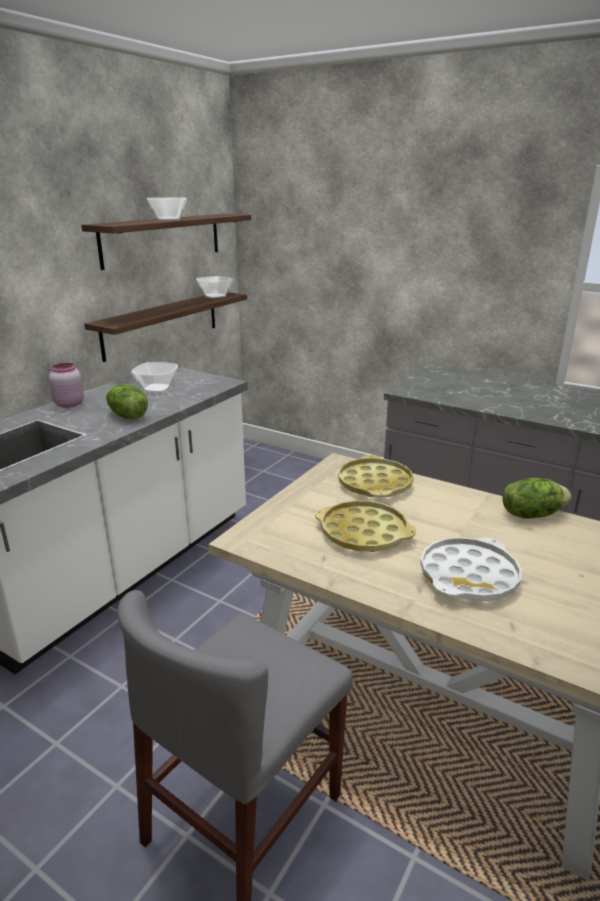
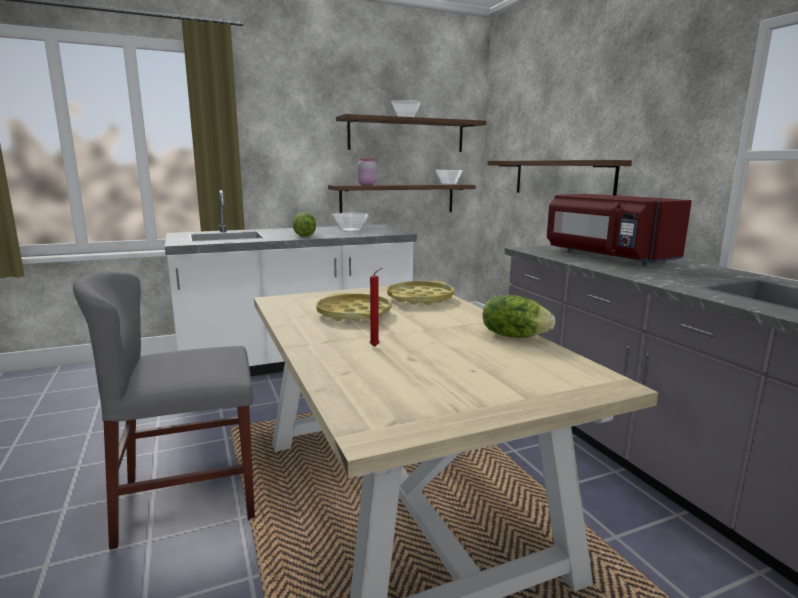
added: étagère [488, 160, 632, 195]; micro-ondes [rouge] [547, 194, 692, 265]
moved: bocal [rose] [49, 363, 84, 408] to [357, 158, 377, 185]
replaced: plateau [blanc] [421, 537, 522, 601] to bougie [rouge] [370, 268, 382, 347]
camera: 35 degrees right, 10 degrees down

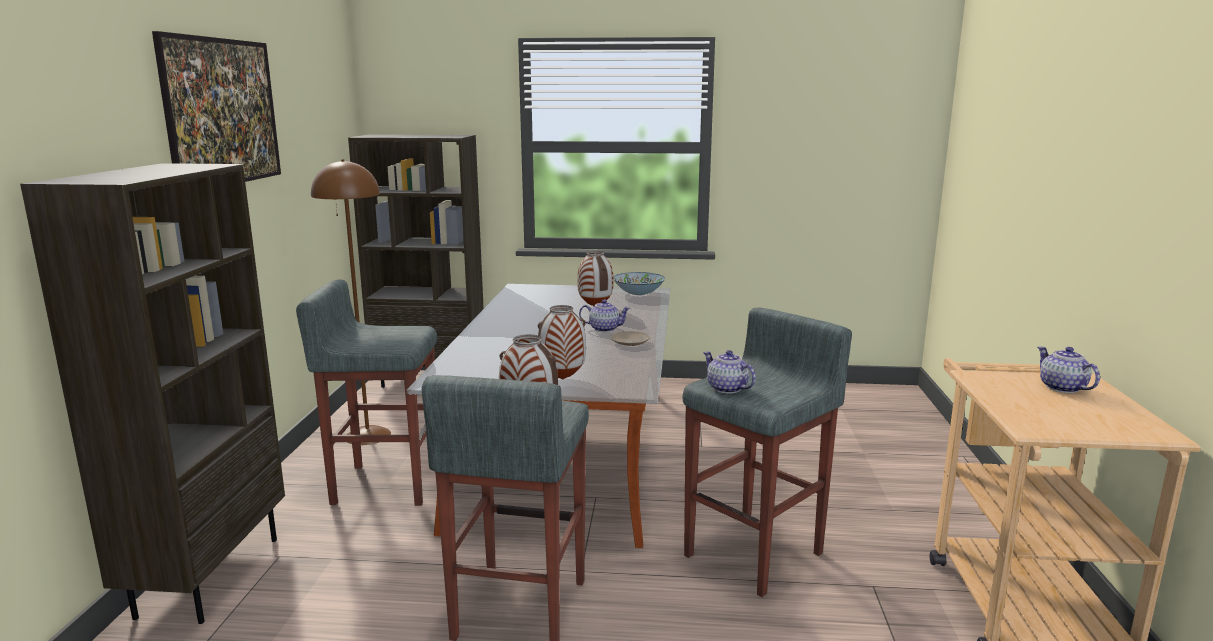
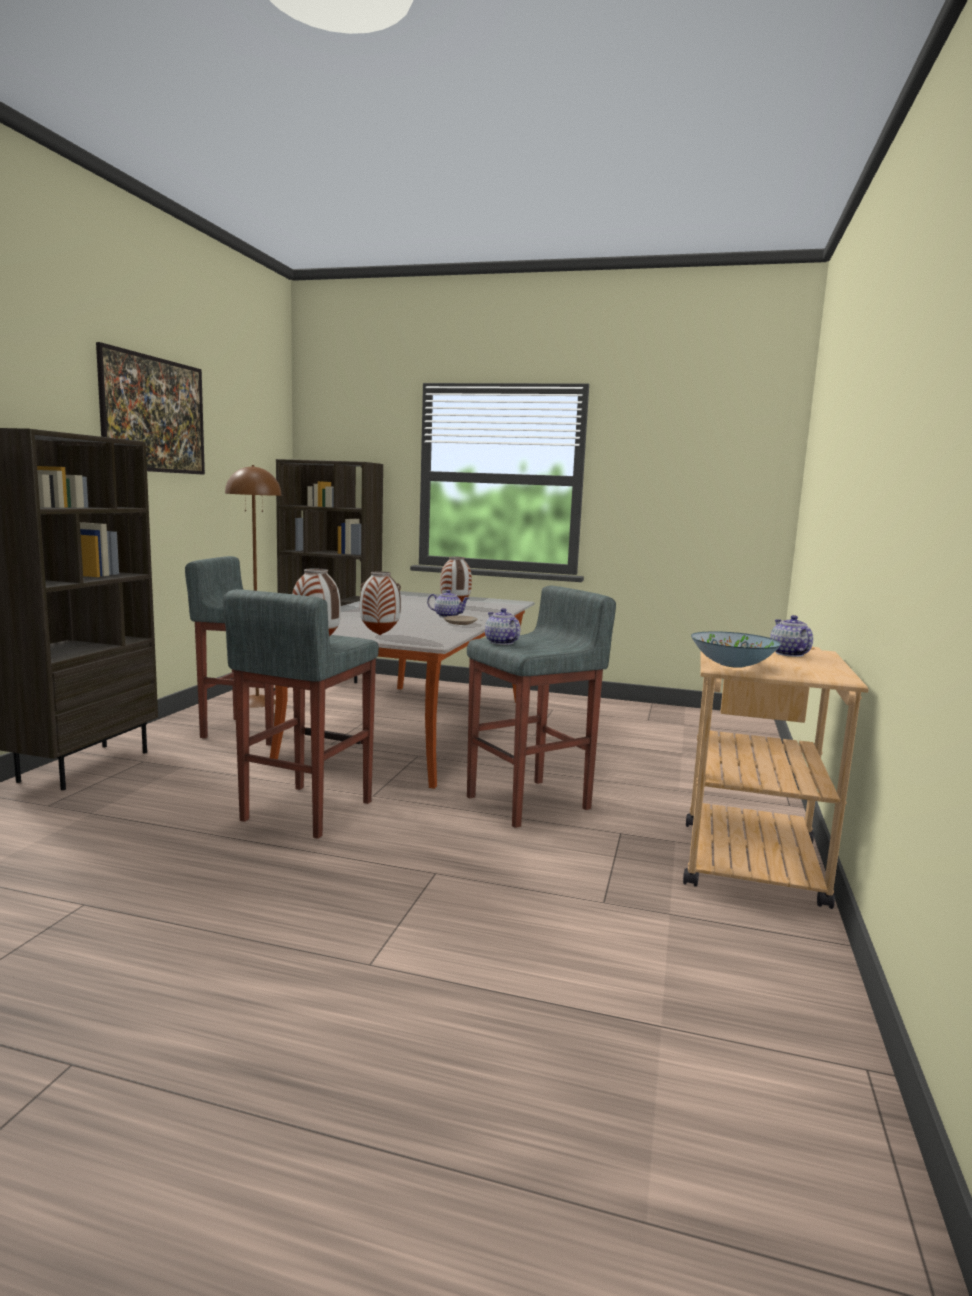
moved: bol [613, 272, 665, 295] to [691, 631, 782, 668]
camera: 10 degrees right, 5 degrees down

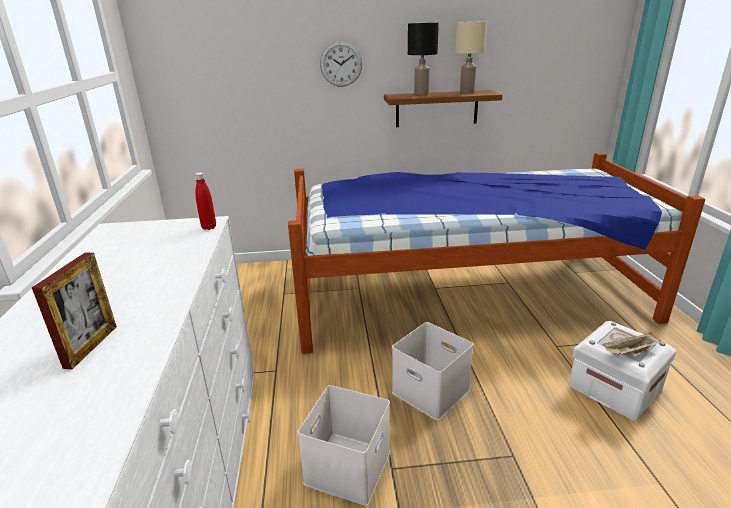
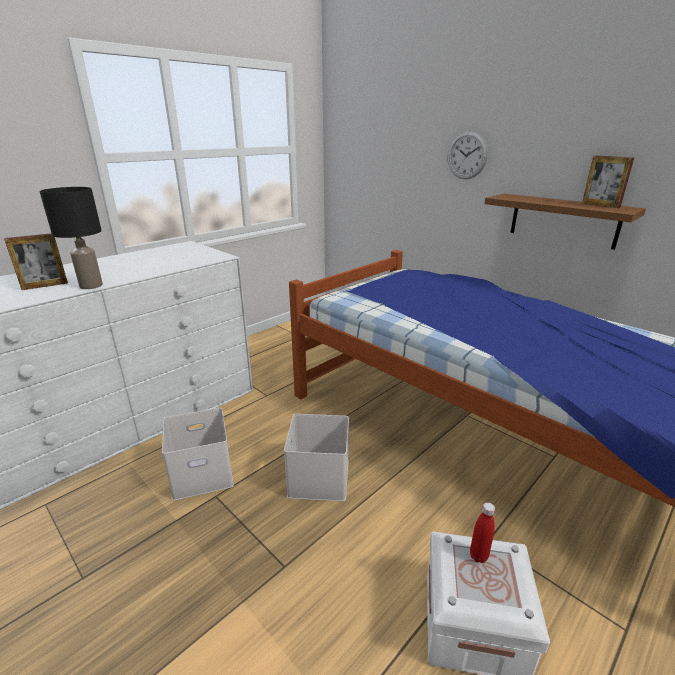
removed: plateau [beige] [602, 332, 661, 355]
moved: bouteille [rouge] [194, 172, 216, 230] to [470, 502, 495, 563]; lampe de table [noir] [408, 23, 439, 95] to [39, 187, 103, 289]
replaced: lampe de table [beige] [455, 21, 487, 93] to cadre photo [582, 156, 634, 208]
camera: 50 degrees right, 0 degrees up

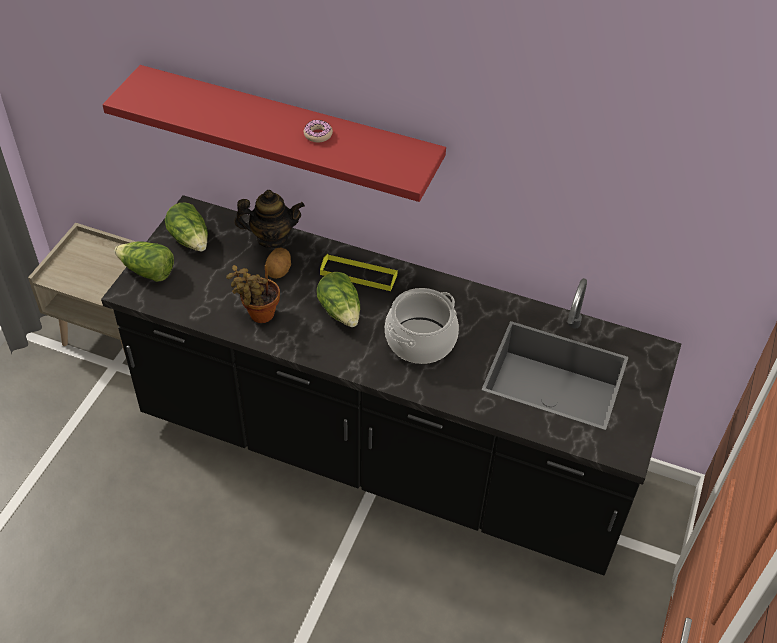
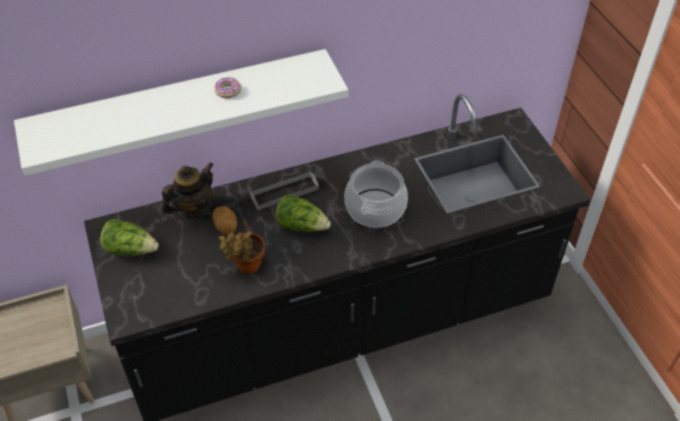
removed: laitue [115, 241, 174, 282]
recoloured: étagère [rouge] [103, 65, 446, 202] to étagère [blanc] [14, 49, 348, 176]; plateau [jaune] [320, 254, 398, 291] to plateau [gris] [250, 172, 319, 210]
camera: 40 degrees left, 0 degrees up

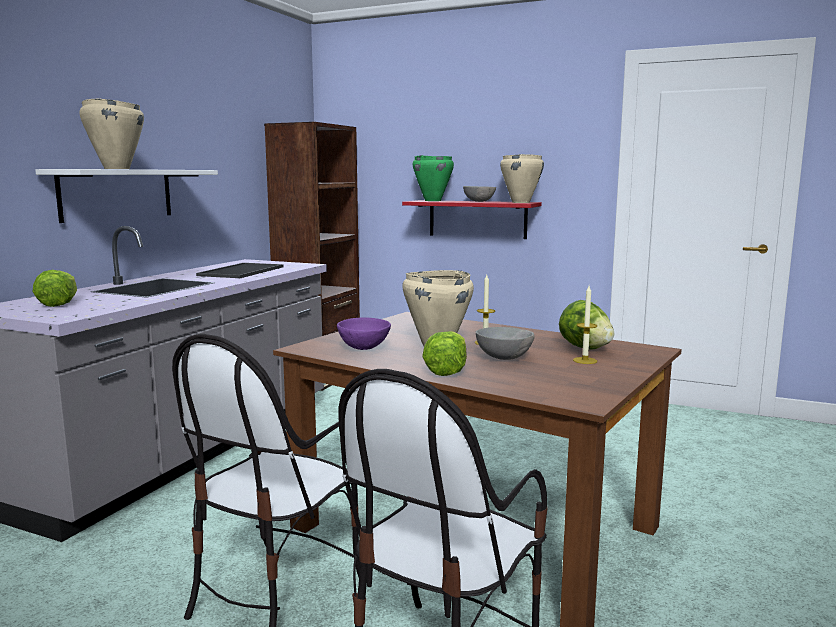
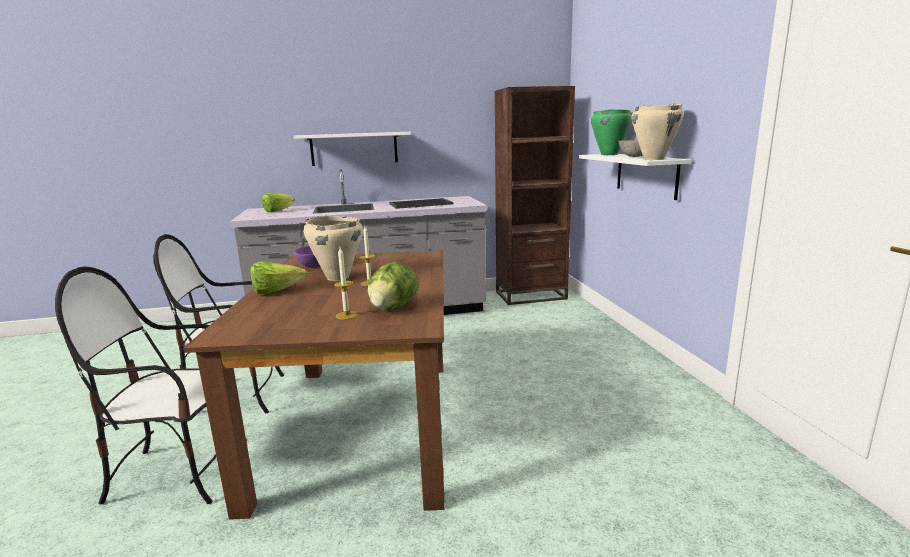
removed: marmite [beige] [79, 98, 144, 169]; bol [gris] [476, 327, 534, 360]
recoloured: étagère [rouge] [402, 200, 542, 239] to étagère [blanc] [579, 154, 691, 200]
camera: 55 degrees right, 5 degrees up

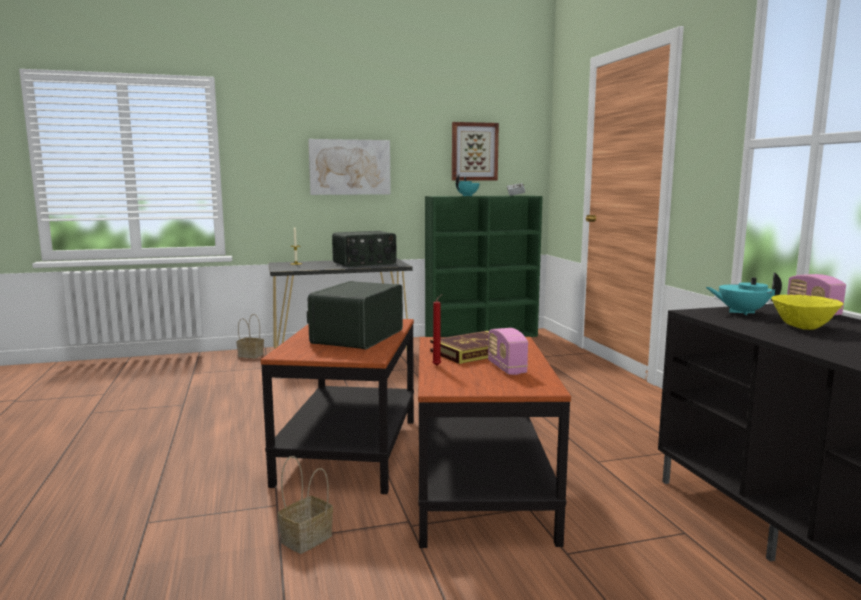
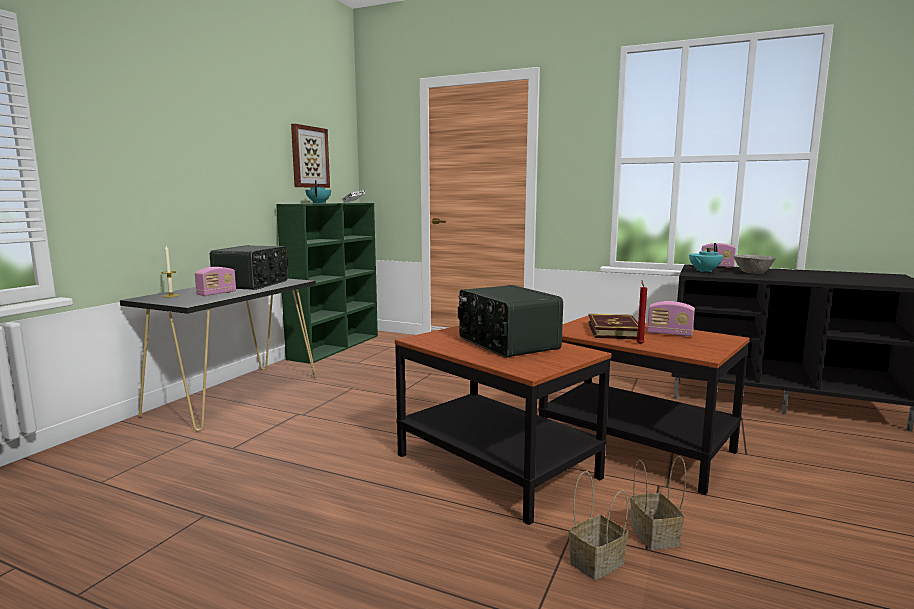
removed: tableau [308, 139, 391, 195]
added: radio [195, 267, 236, 297]
moved: panier [236, 314, 264, 359] to [568, 471, 628, 580]
recoloured: bol [jaune] [772, 295, 843, 330] to bol [gris] [734, 255, 776, 274]
camera: 50 degrees left, 0 degrees up

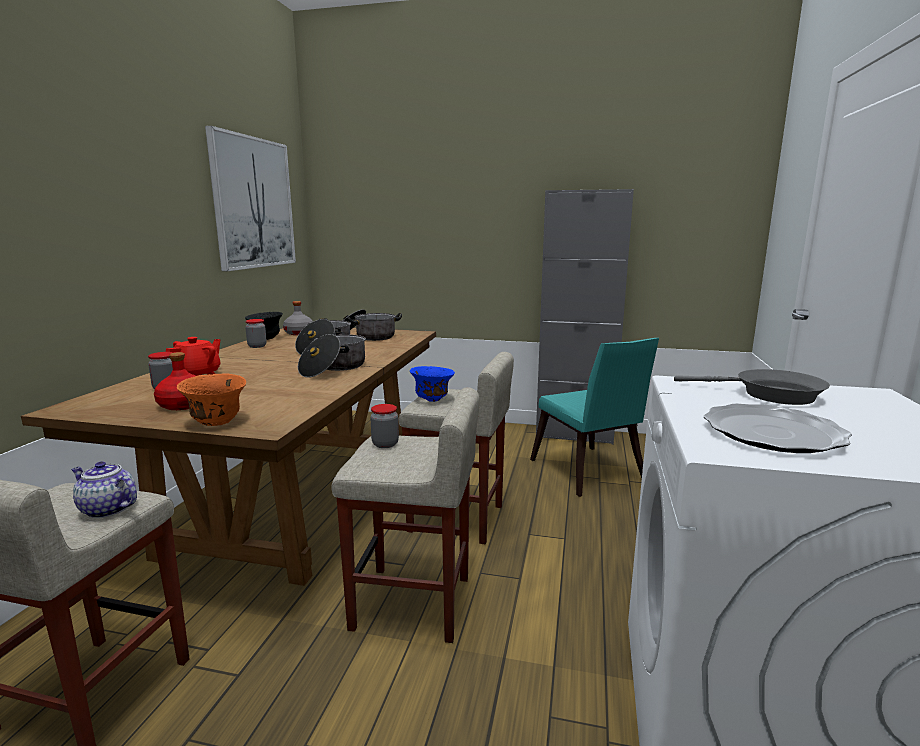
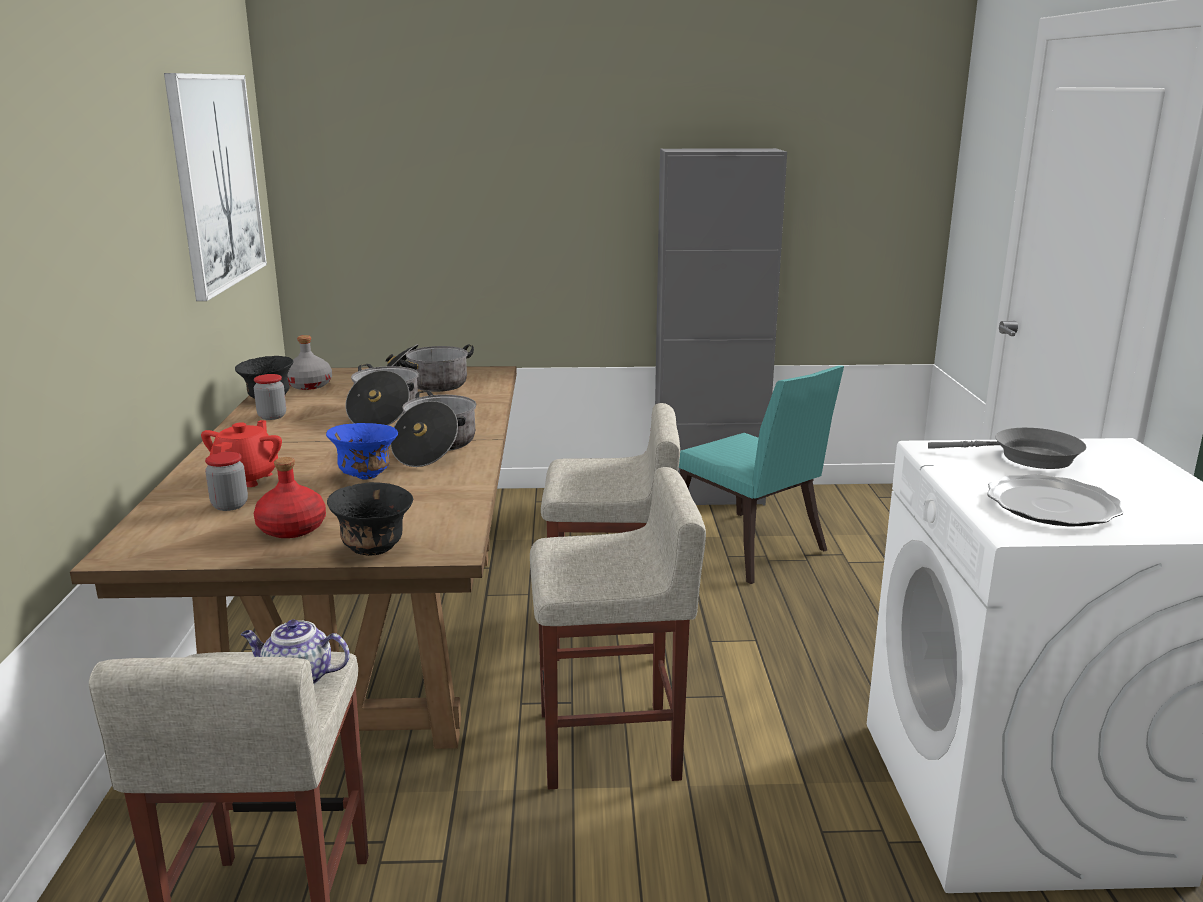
removed: bocal [370, 404, 399, 448]
moved: bol [bleu] [410, 366, 455, 402] to [326, 423, 398, 479]
recoloured: bol [orange] [177, 373, 246, 426] to bol [noir] [327, 482, 413, 556]
camera: 15 degrees left, 5 degrees up

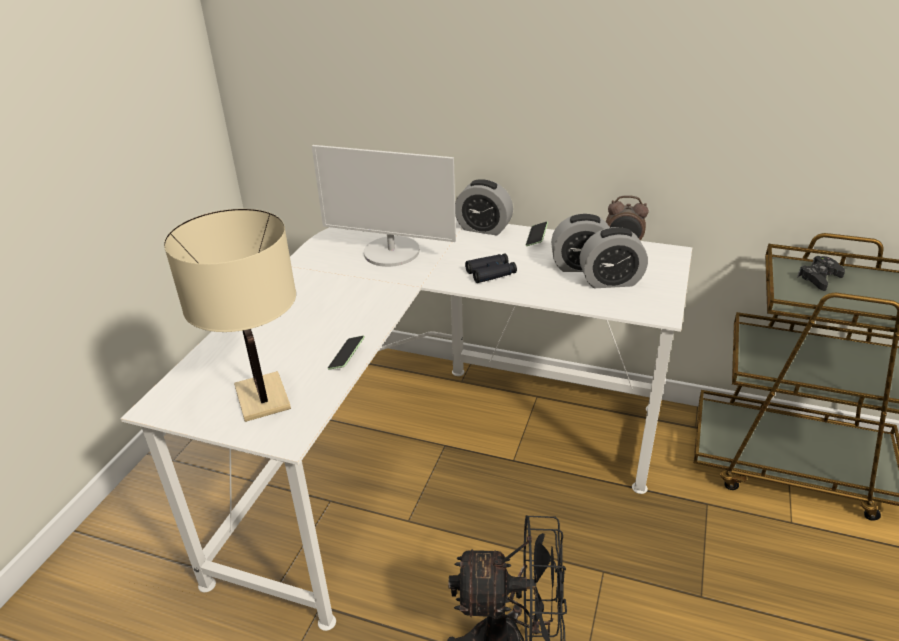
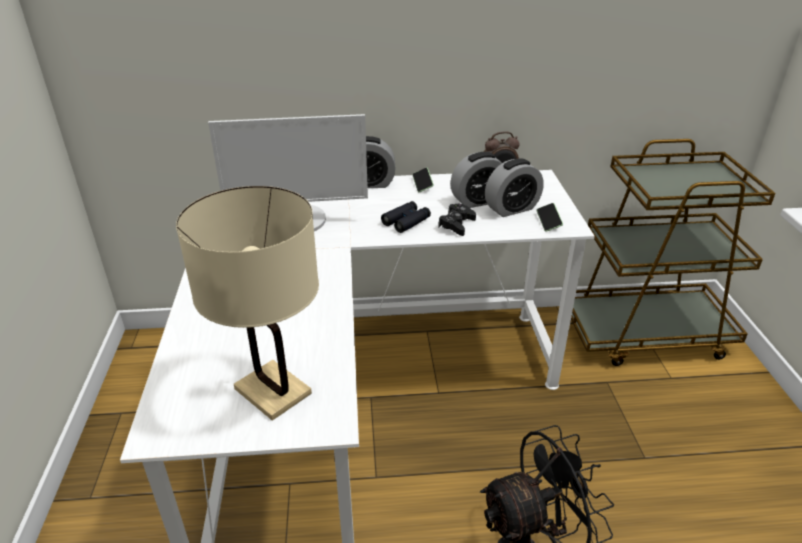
moved: téléphone [328, 336, 365, 370] to [537, 203, 563, 232]; manette [noir] [797, 256, 845, 291] to [438, 204, 476, 236]
camera: 25 degrees left, 0 degrees up

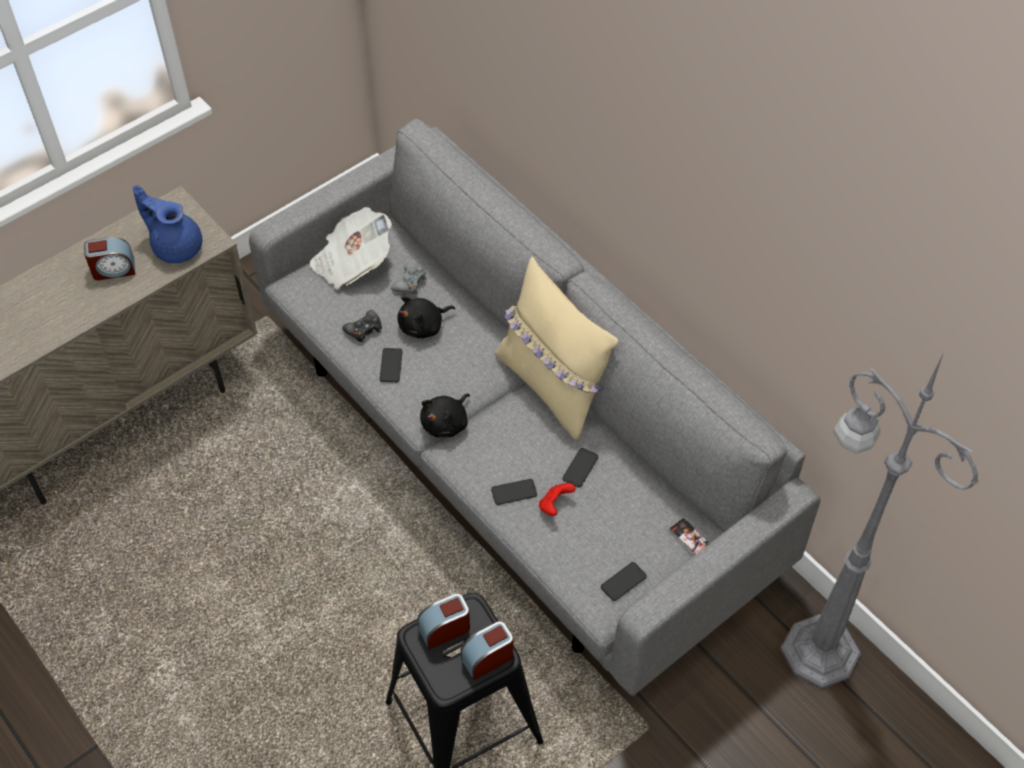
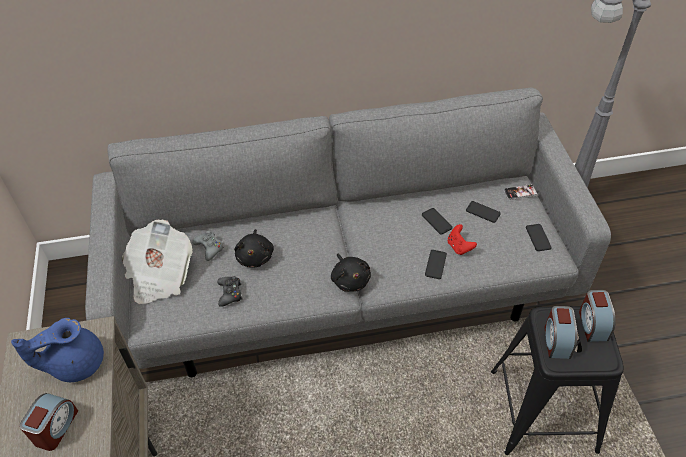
removed: coussin [beige] [495, 257, 618, 440]
moved: téléphone [380, 348, 403, 382] to [466, 201, 501, 223]
camera: 60 degrees left, 5 degrees down

